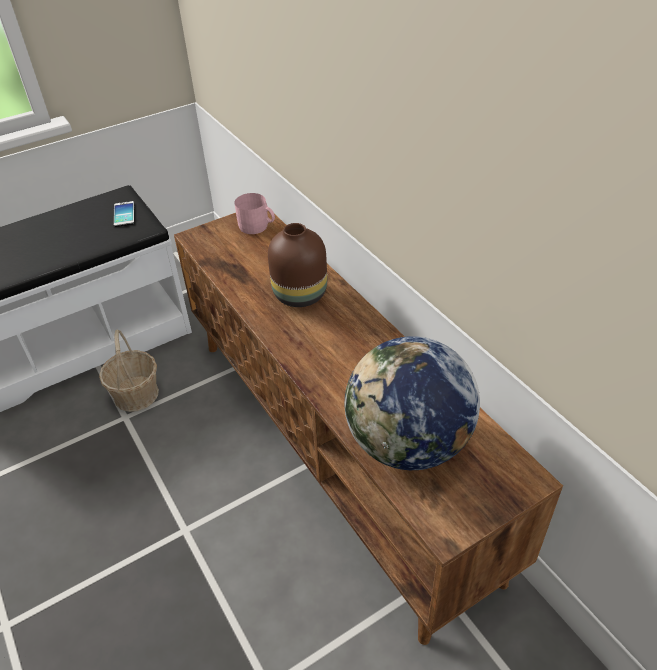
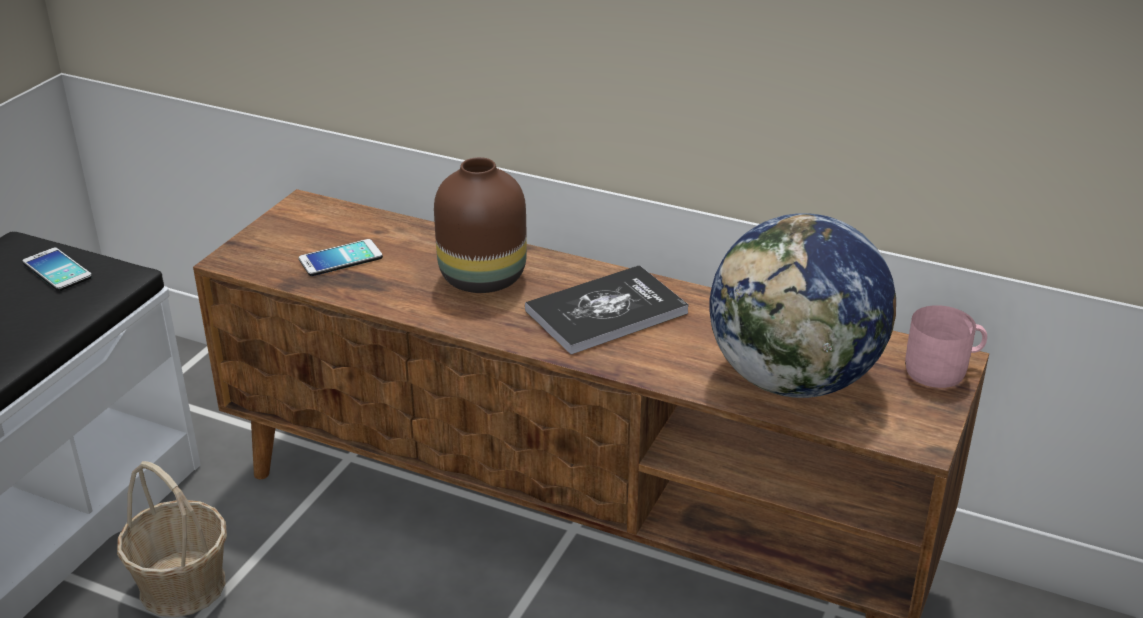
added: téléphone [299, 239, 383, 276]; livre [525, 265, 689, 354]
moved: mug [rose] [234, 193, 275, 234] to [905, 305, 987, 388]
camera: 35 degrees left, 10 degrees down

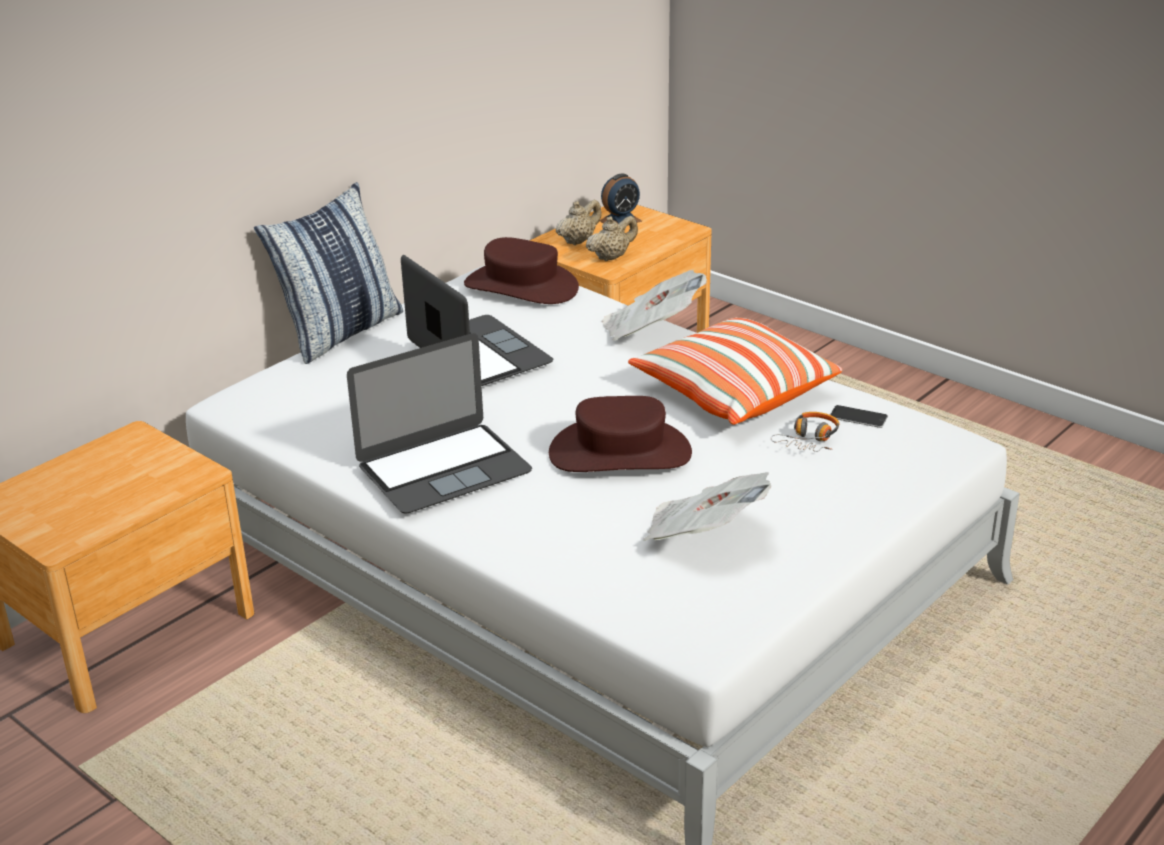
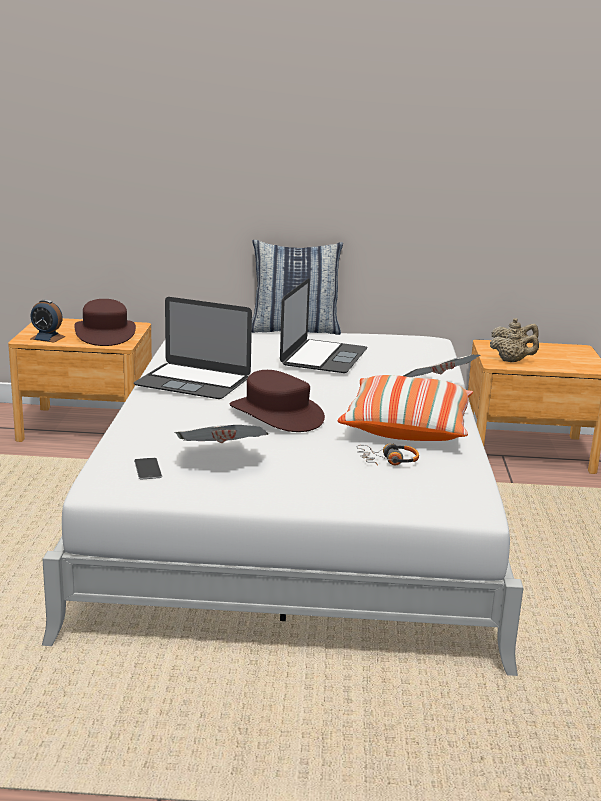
moved: chapeau [marron] [464, 237, 579, 304] to [74, 299, 136, 346]; réveil [600, 173, 642, 224] to [30, 299, 65, 343]; téléphone [830, 405, 888, 428] to [134, 458, 162, 479]
camera: 50 degrees right, 10 degrees down

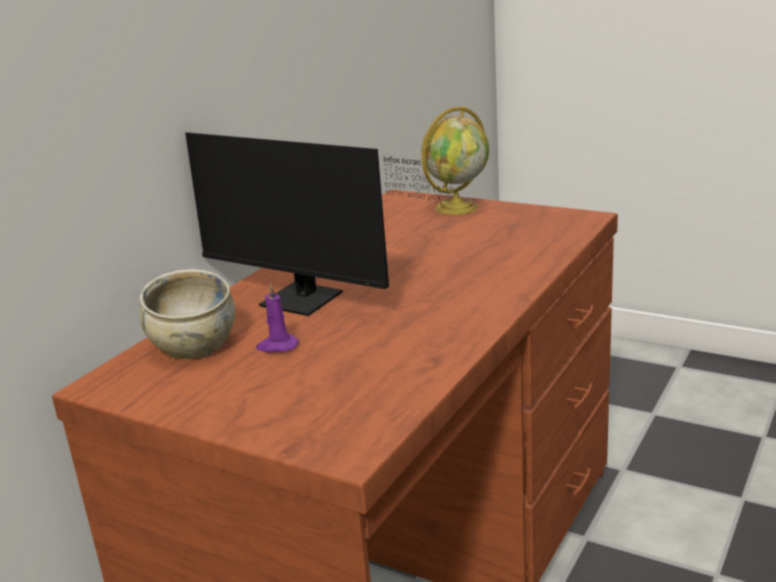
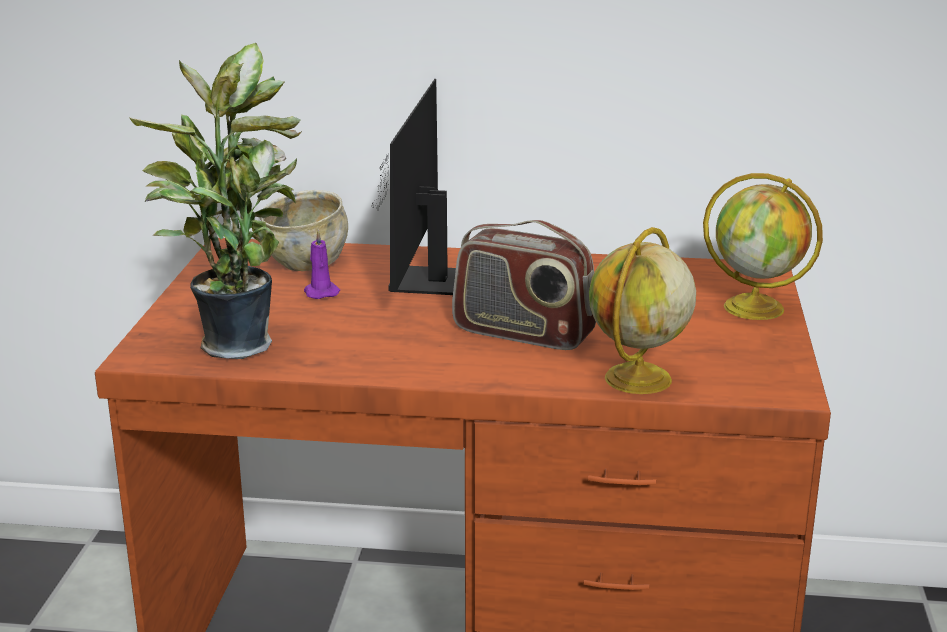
added: plante en pot [129, 43, 302, 359]; radio [452, 220, 596, 350]; globe [589, 227, 696, 394]
camera: 65 degrees right, 0 degrees up

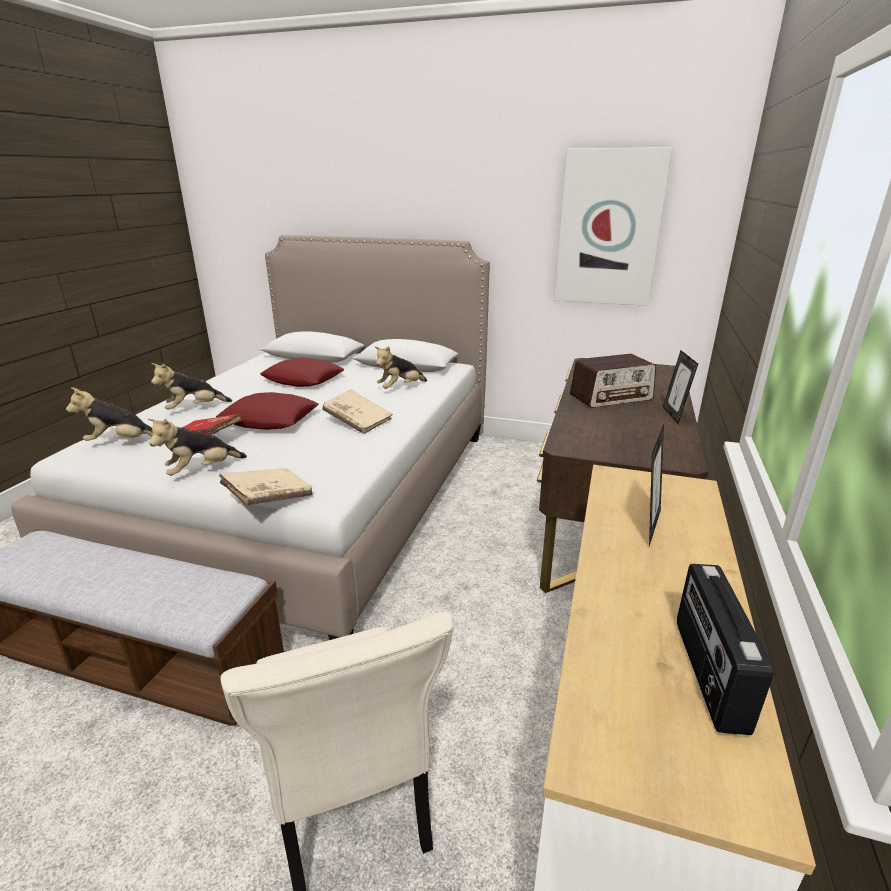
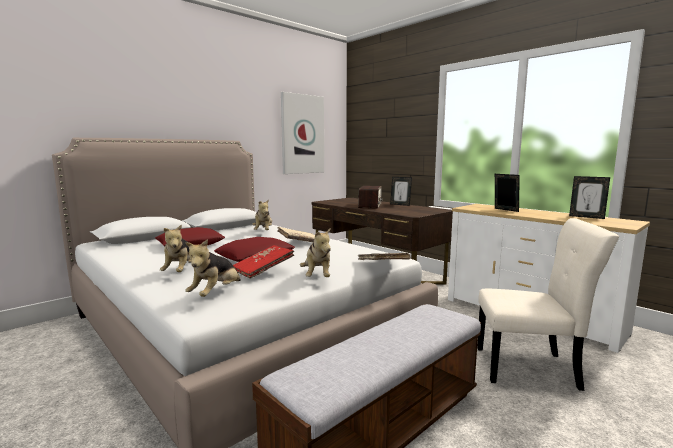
replaced: radio [677, 564, 774, 735] to cadre photo [569, 176, 610, 219]
camera: 60 degrees left, 15 degrees down

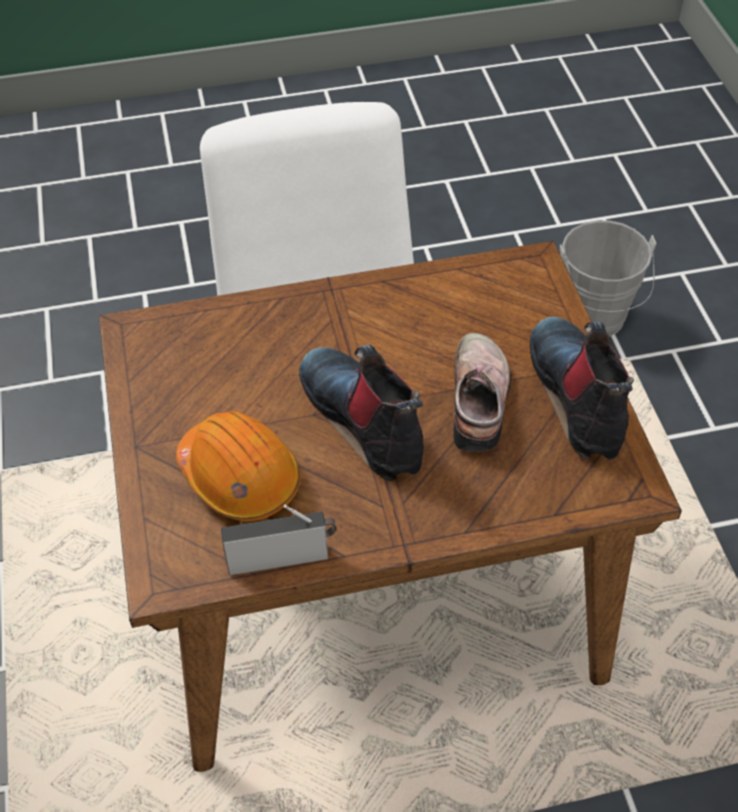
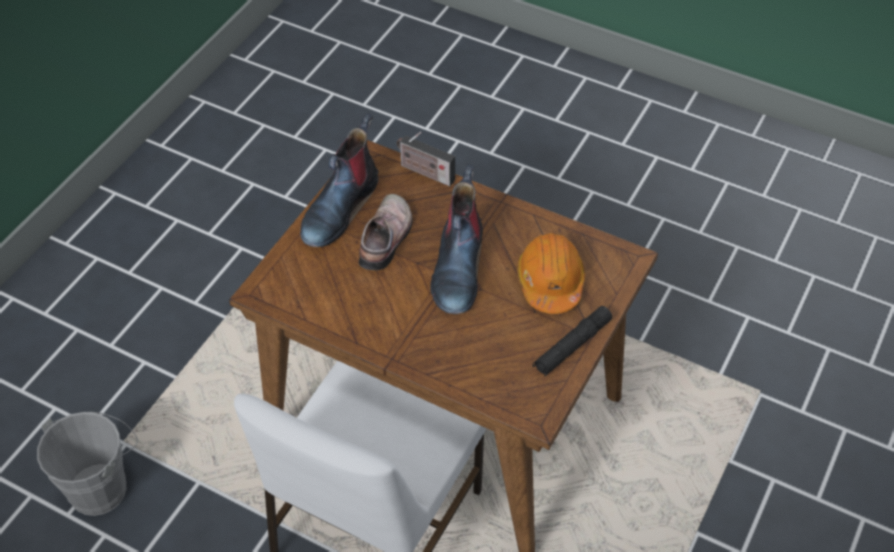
added: lampe de poche [noir] [532, 306, 612, 376]
moved: radio [221, 505, 337, 575] to [396, 132, 455, 186]
turned: chaussure [453, 333, 511, 452] = [359, 194, 413, 270] 150 degrees clockwise
camera: 140 degrees left, 0 degrees up

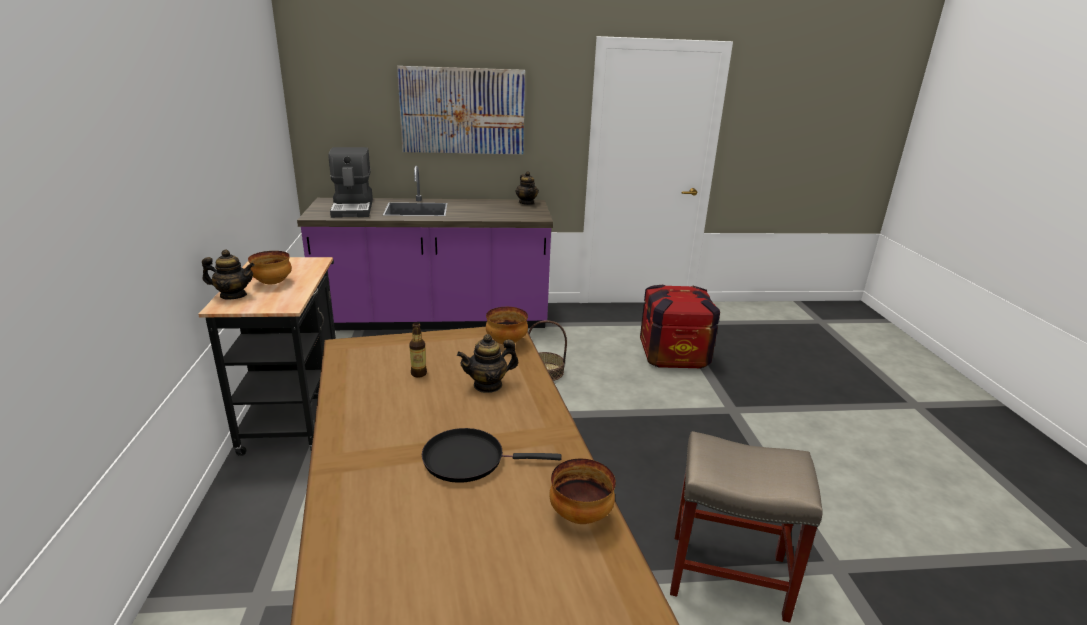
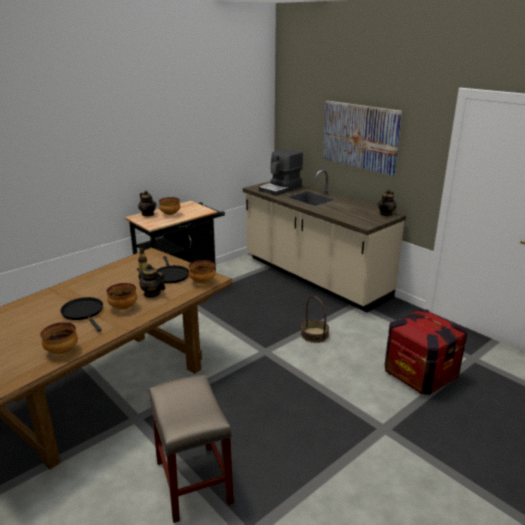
added: bol [106, 283, 137, 310]; poêle [noir] [157, 256, 189, 283]
recoloured: comptoir de cuisine [violet] [297, 166, 553, 330] to comptoir de cuisine [beige] [243, 170, 406, 312]
camera: 55 degrees right, 0 degrees up

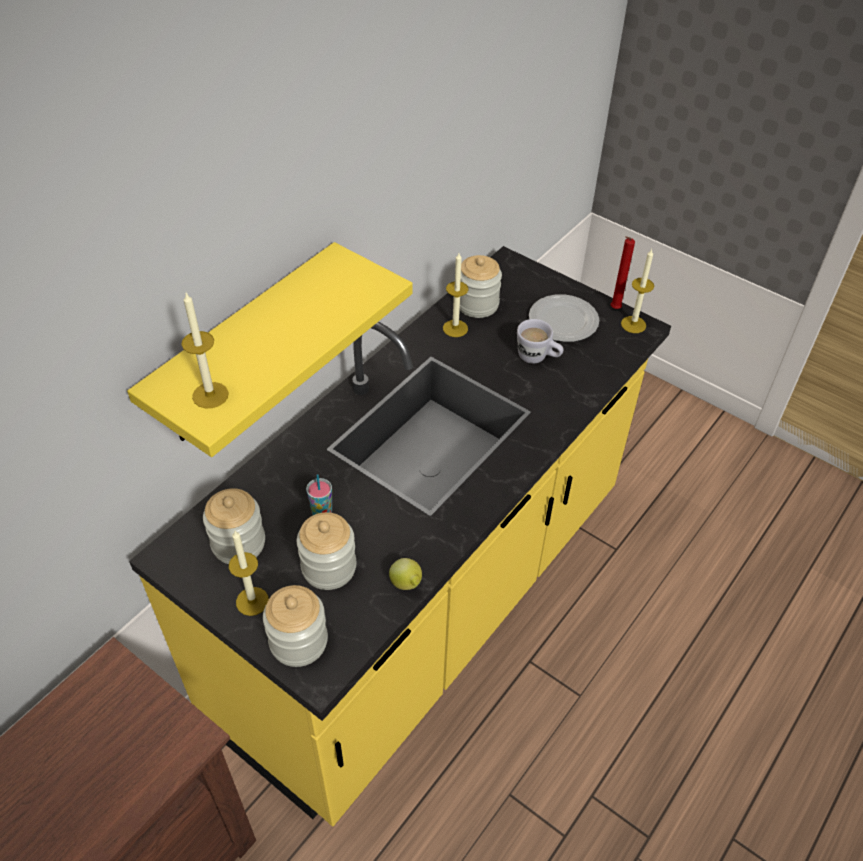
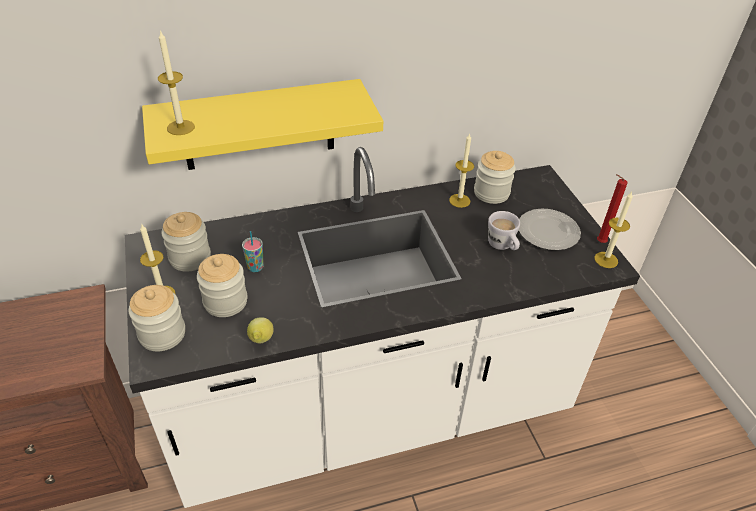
recoloured: comptoir de cuisine [jaune] [129, 246, 671, 827] to comptoir de cuisine [blanc] [125, 147, 640, 508]
camera: 35 degrees right, 5 degrees down

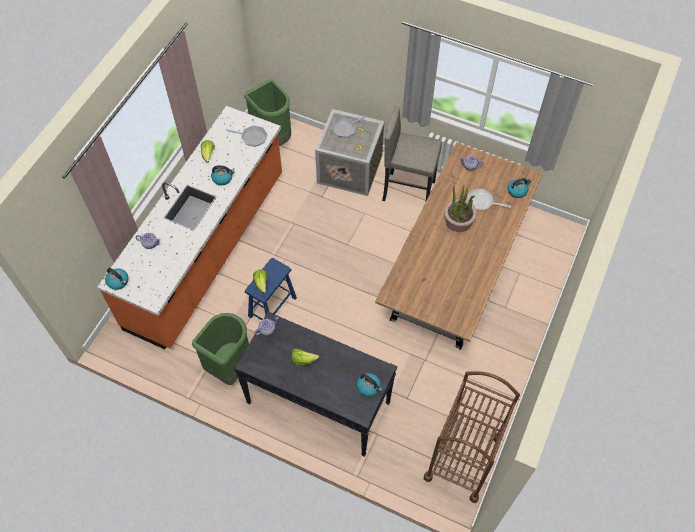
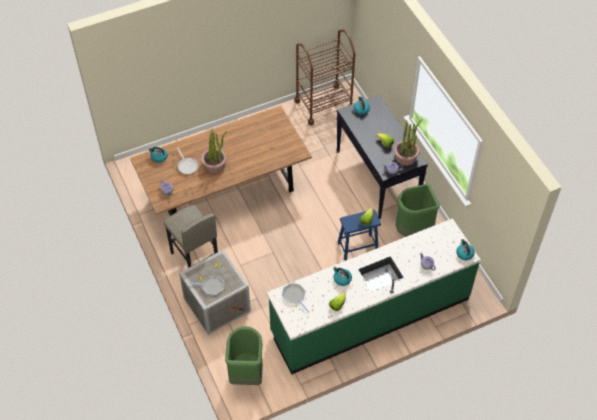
added: plante en pot [394, 119, 422, 166]
recoloured: comptoir de cuisine [orange] [97, 106, 282, 349] to comptoir de cuisine [vert] [267, 218, 481, 374]
camera: 140 degrees left, 5 degrees down

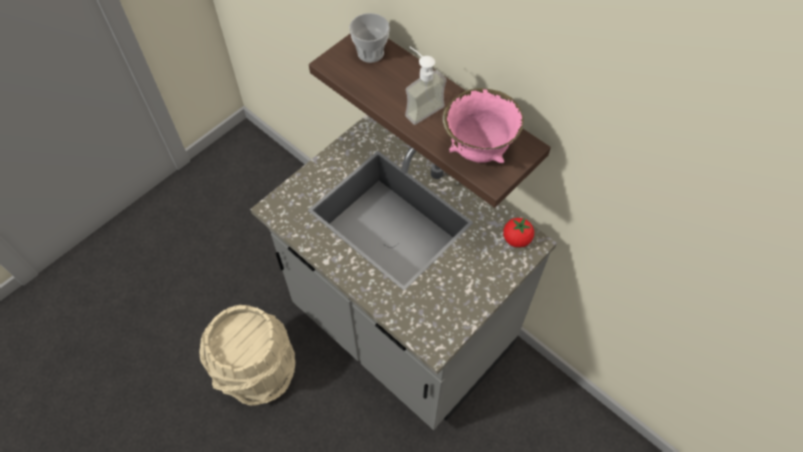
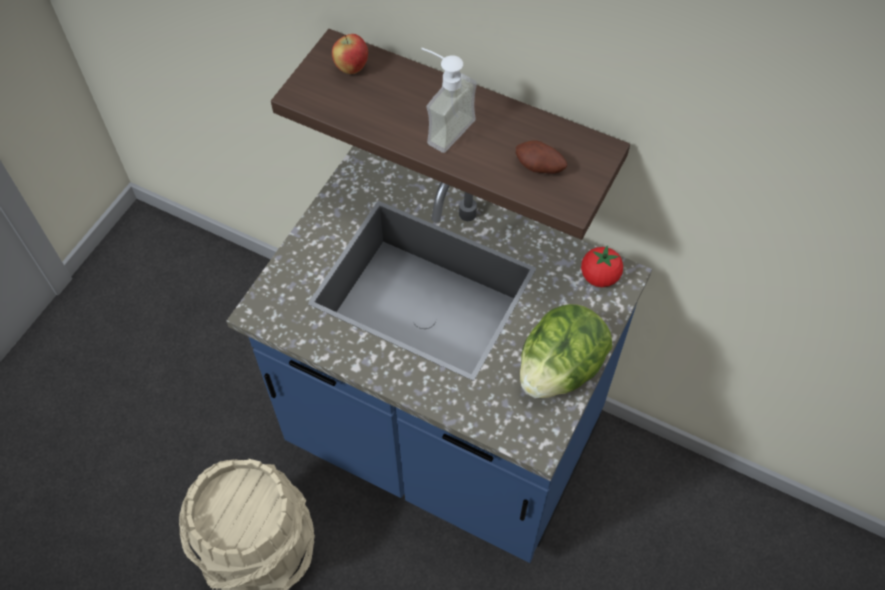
added: laitue [520, 304, 612, 398]
replaced: tasse [349, 13, 390, 63] to pomme [332, 34, 368, 74]; bol [rose] [442, 88, 524, 163] to pomme de terre [516, 141, 567, 174]
recoloured: comptoir de cuisine [gris] [250, 115, 557, 430] to comptoir de cuisine [bleu] [226, 146, 652, 563]
camera: 15 degrees left, 0 degrees up

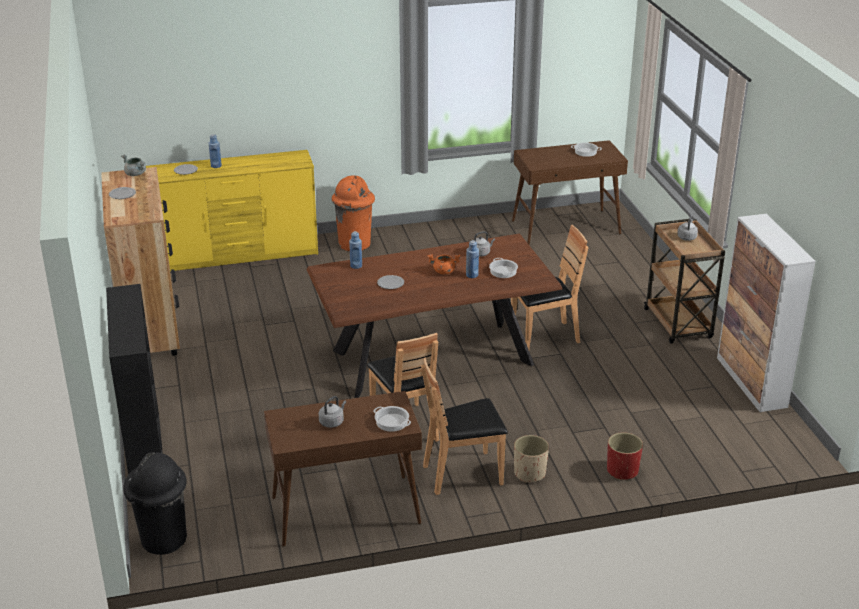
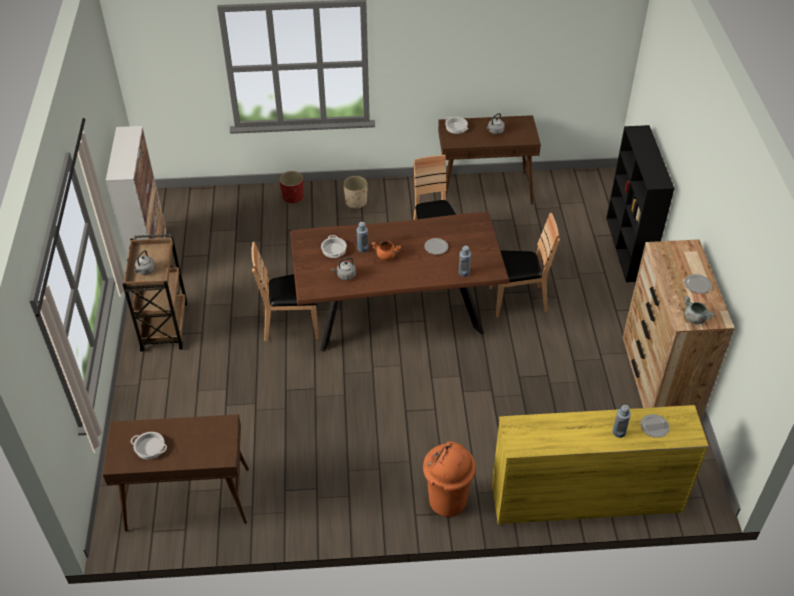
removed: poubelle [noir] [123, 452, 187, 555]
moved: chaise [marron] [421, 358, 508, 495] to [489, 213, 560, 318]
camera: 170 degrees left, 15 degrees up

